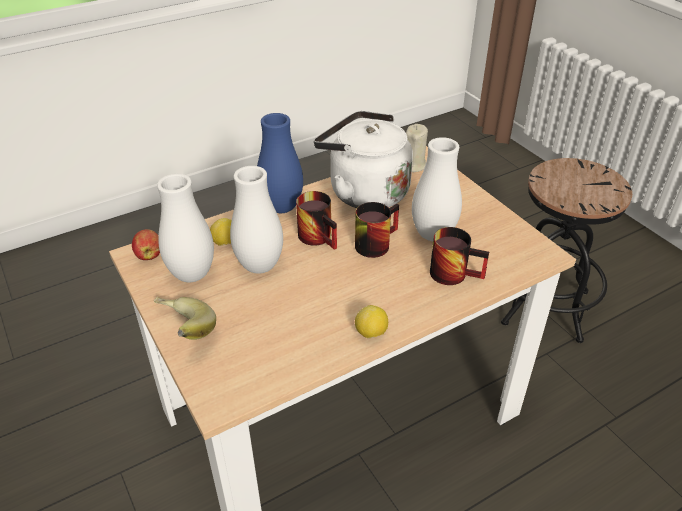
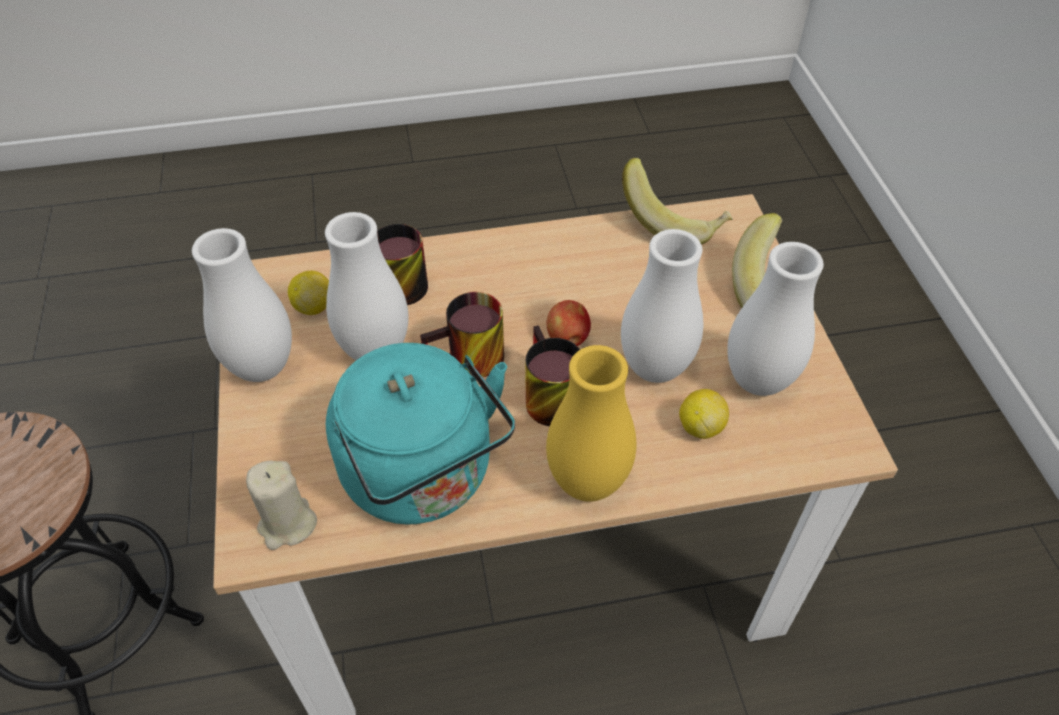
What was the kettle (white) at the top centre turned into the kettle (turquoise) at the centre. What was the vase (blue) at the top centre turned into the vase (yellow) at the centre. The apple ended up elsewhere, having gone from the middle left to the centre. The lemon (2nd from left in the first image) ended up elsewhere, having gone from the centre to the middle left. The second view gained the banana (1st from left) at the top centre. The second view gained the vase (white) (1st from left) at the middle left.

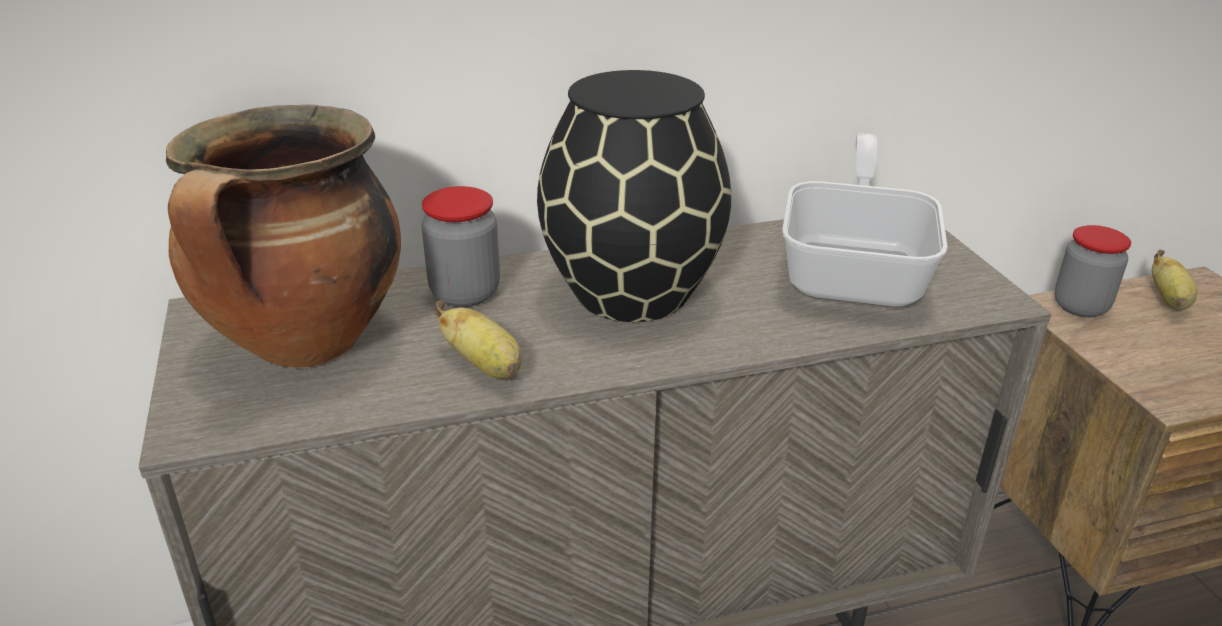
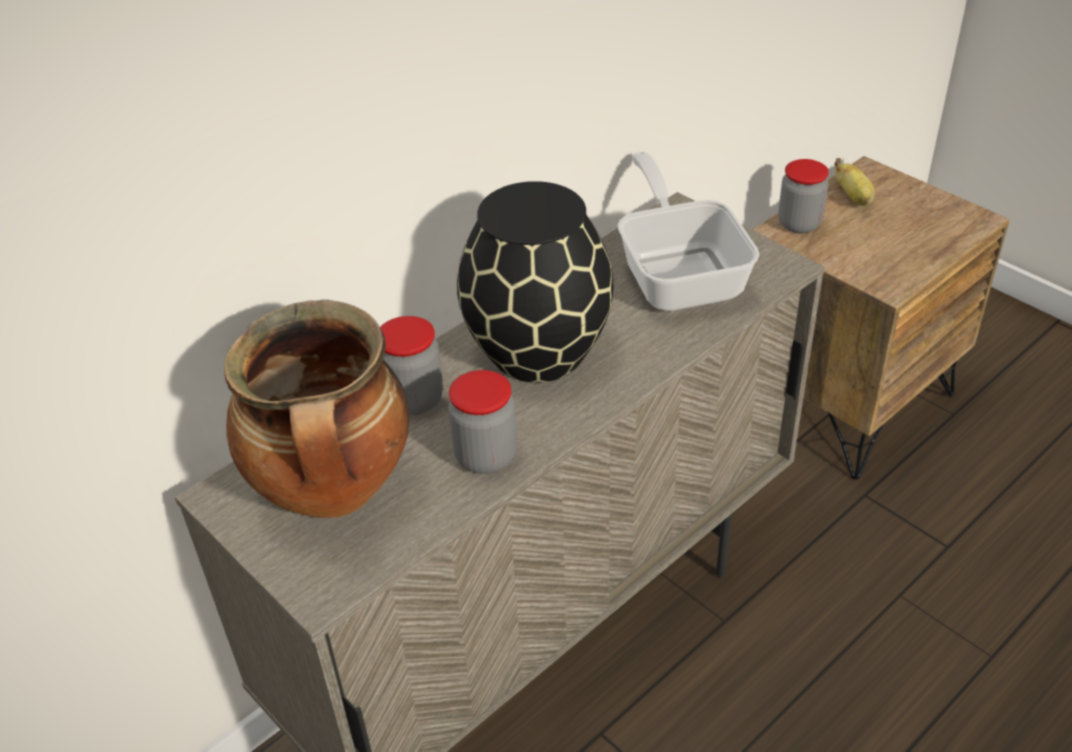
Where the banana (1st from left) stood at the centre, the jar (2nd from left) came to stand at the centre.

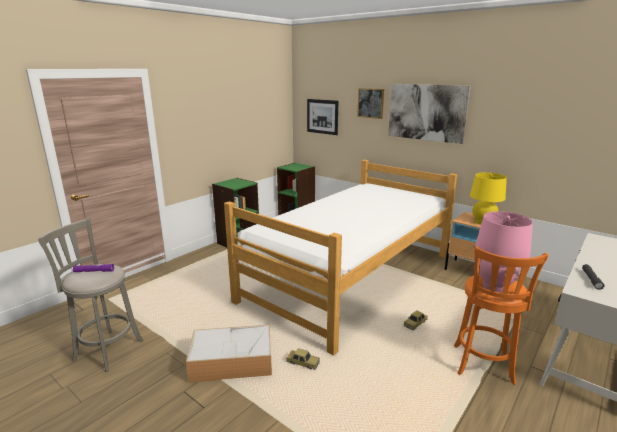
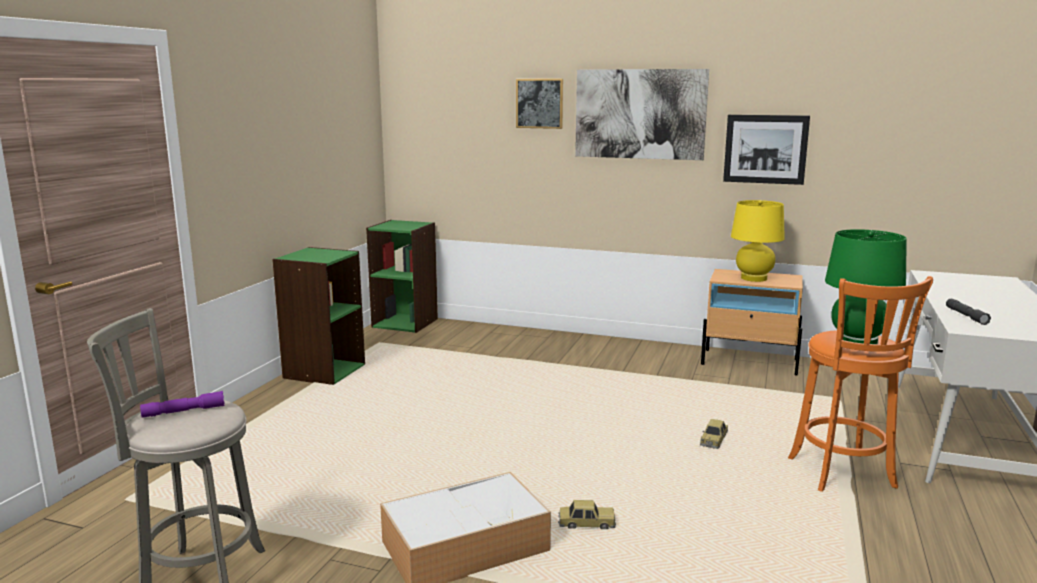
The picture (1st from left in the first image) ended up elsewhere, having gone from the top centre to the top right. The second view lost the bed at the centre. What was the table lamp (pink) at the middle right turned into the table lamp (green) at the middle right.

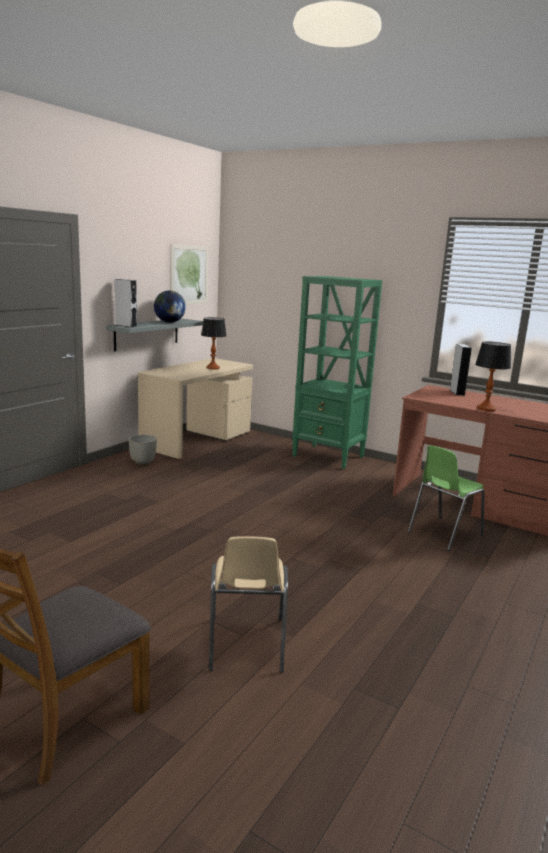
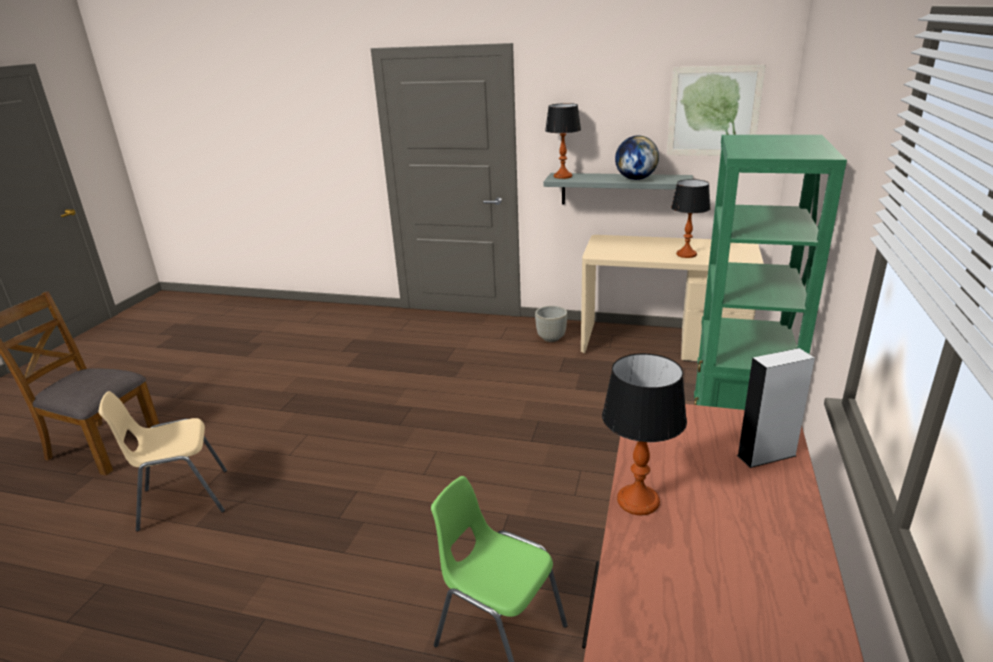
Where the speaker (grey) (1st from left) stood at the middle left, the table lamp (1st from left) came to stand at the top centre.

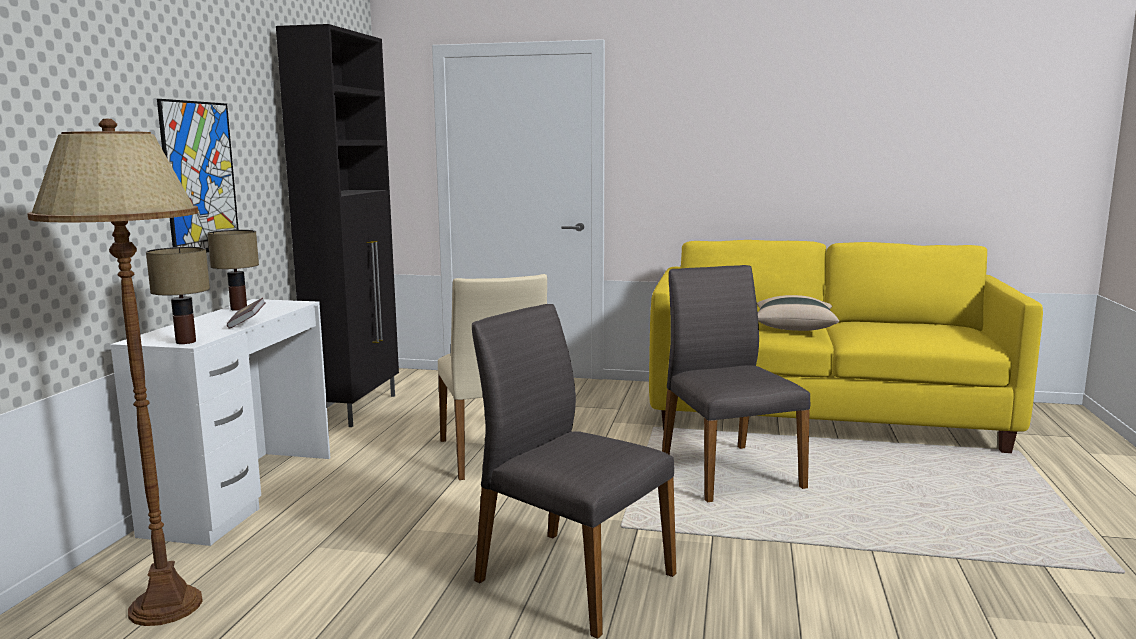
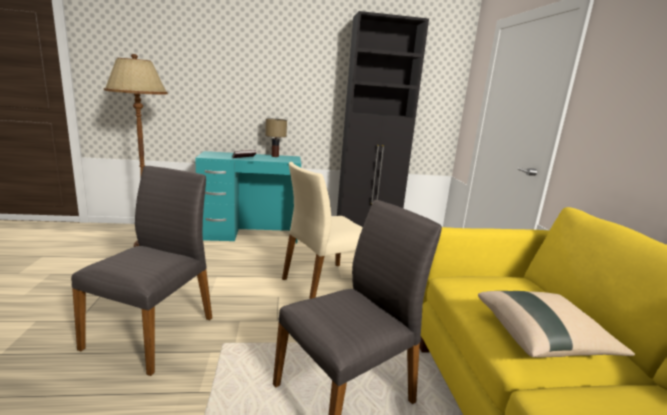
The second view lost the picture at the top left. The second view lost the table lamp (1st from left) at the middle left. What was the desk (white) at the middle left turned into the desk (turquoise) at the centre.

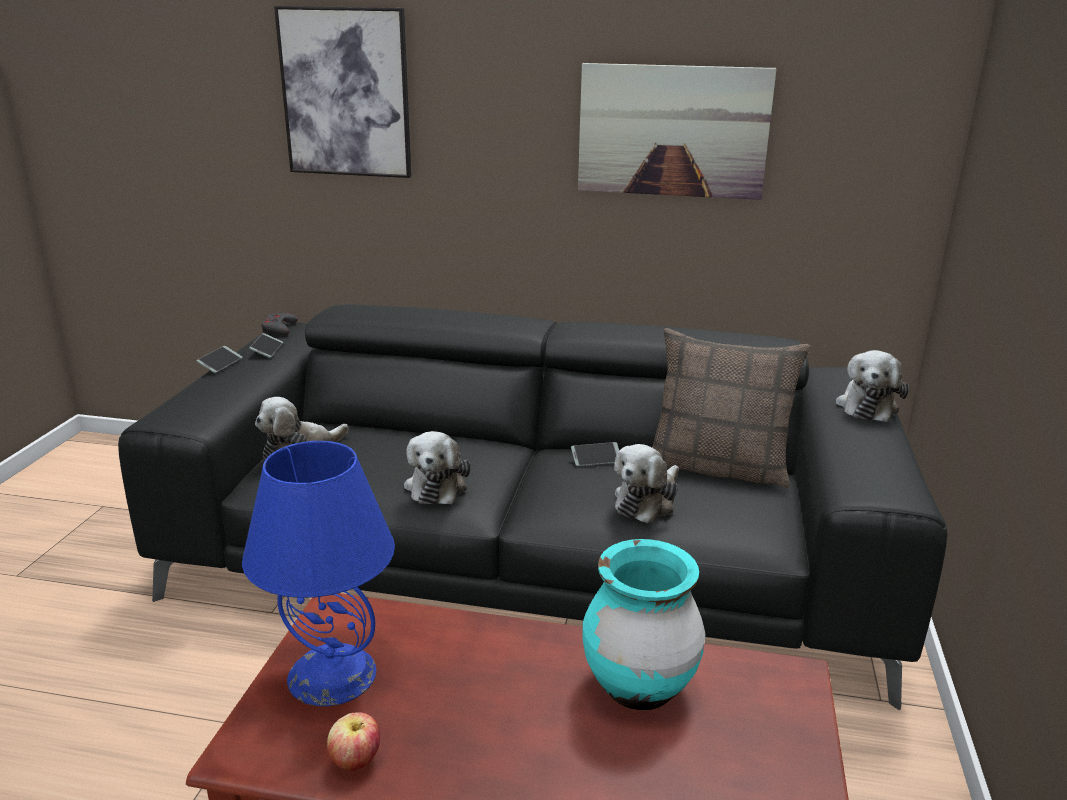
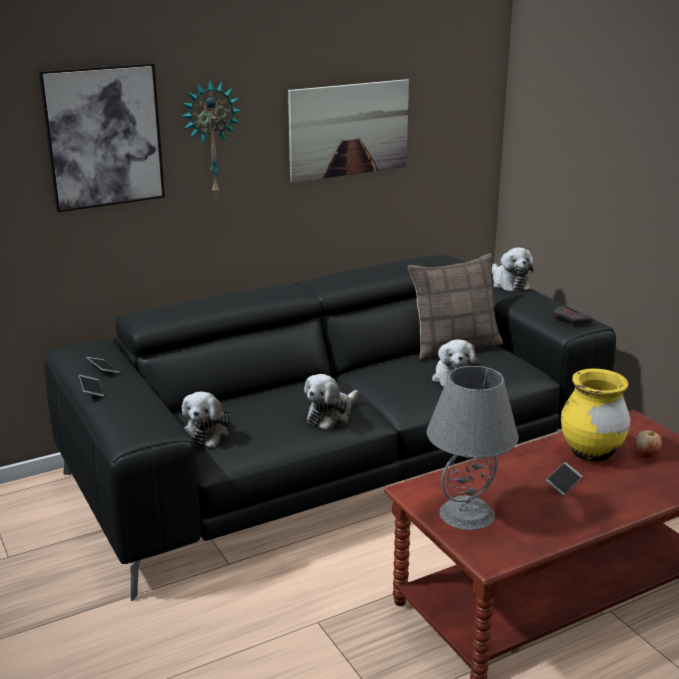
The game controller (grey) ended up elsewhere, having gone from the middle left to the middle right. The plush toy (2nd from left) at the centre ended up facing another way, 75 degrees clockwise from before. What was the table lamp (blue) at the bottom left turned into the table lamp (grey) at the middle right. The phone (3rd from left) ended up elsewhere, having gone from the centre to the bottom right. What was the vase (turquoise) at the bottom centre turned into the vase (yellow) at the middle right. The apple ended up elsewhere, having gone from the bottom left to the middle right. The second view gained the wall clock at the top left.

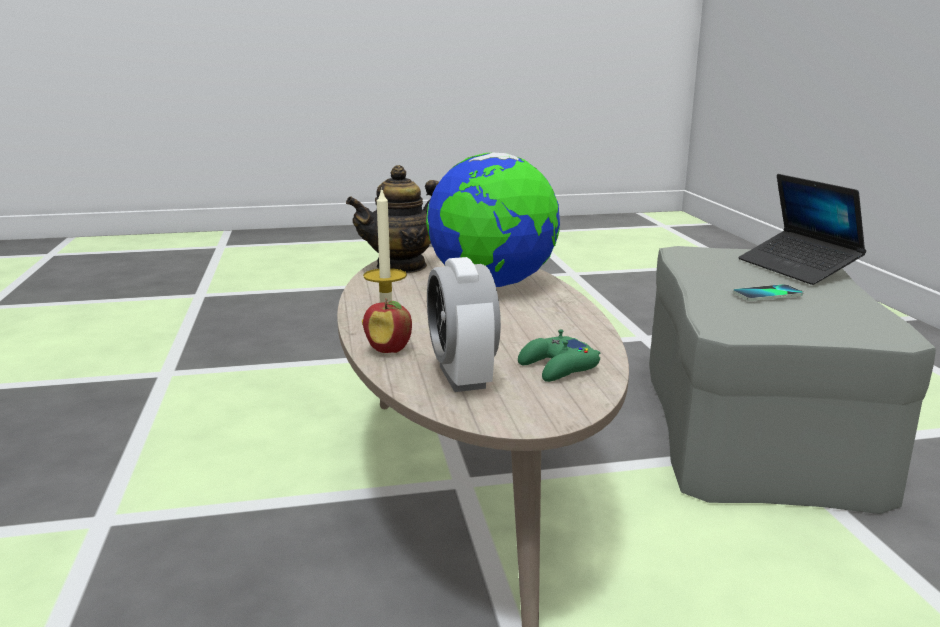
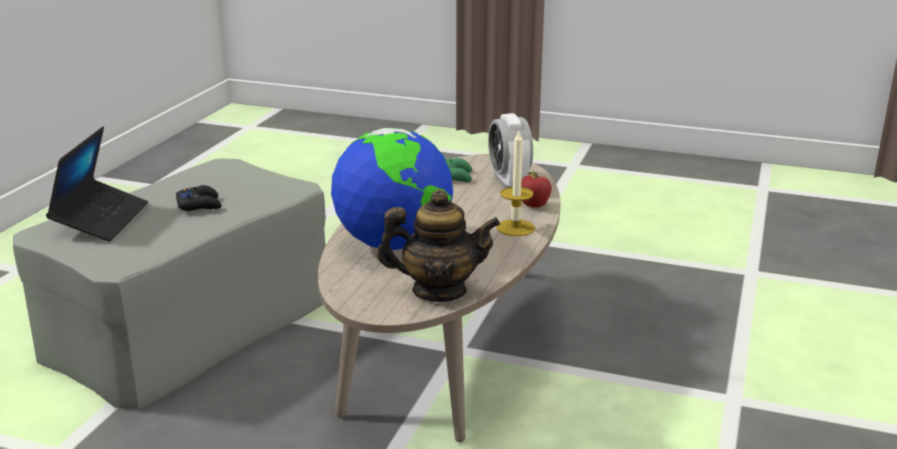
The alarm clock at the centre ended up facing another way, 150 degrees clockwise from before. Where the phone stood at the middle right, the game controller (black) came to stand at the middle left.

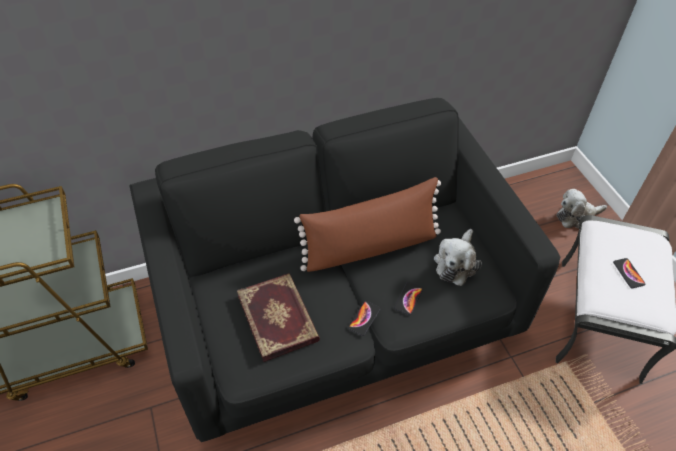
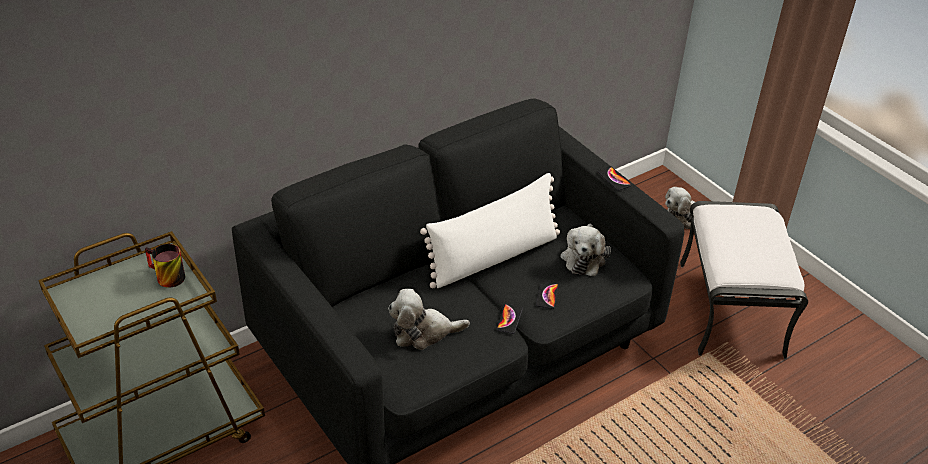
What was the pillow (brown) at the centre turned into the pillow (white) at the centre. The phone (3rd from left) ended up elsewhere, having gone from the middle right to the centre. Where the book stood at the bottom centre, the plush toy (1st from left) came to stand at the bottom centre. The second view gained the mug at the middle left.

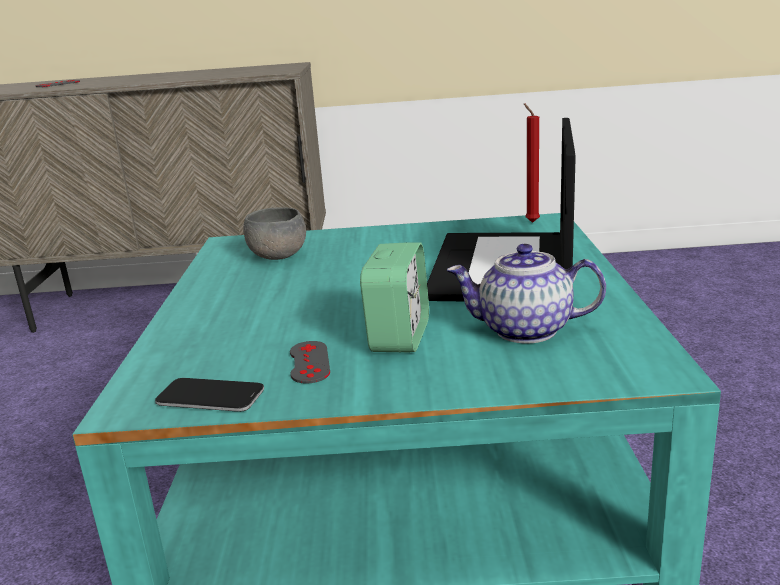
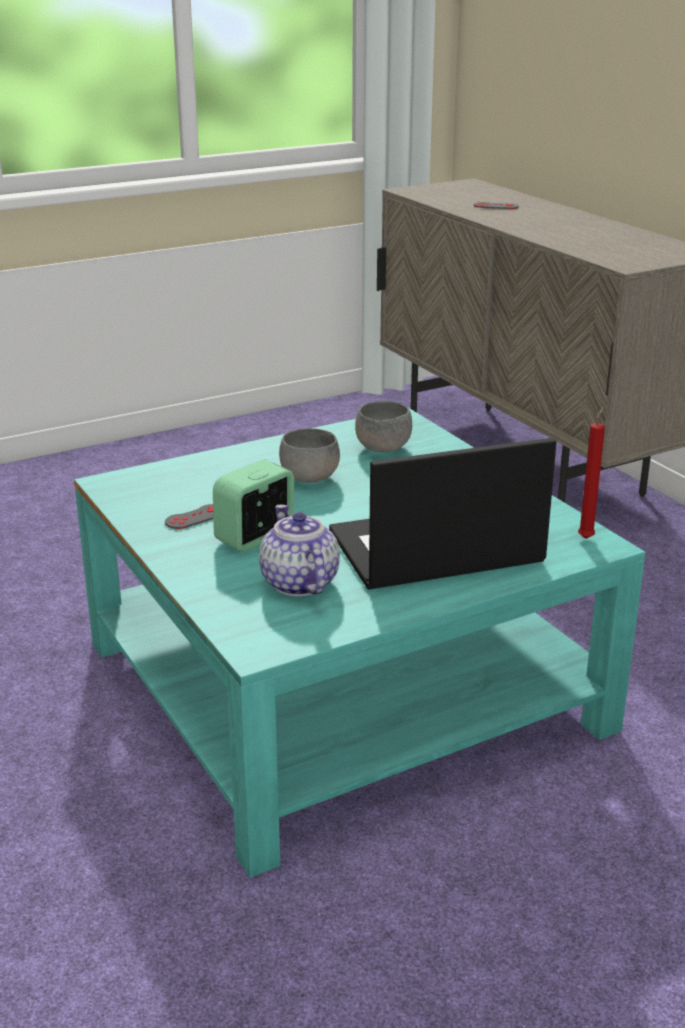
The alarm clock at the centre ended up facing another way, 150 degrees clockwise from before. The second view lost the phone at the bottom left. The second view gained the bowl (grey) (1st from left) at the centre.

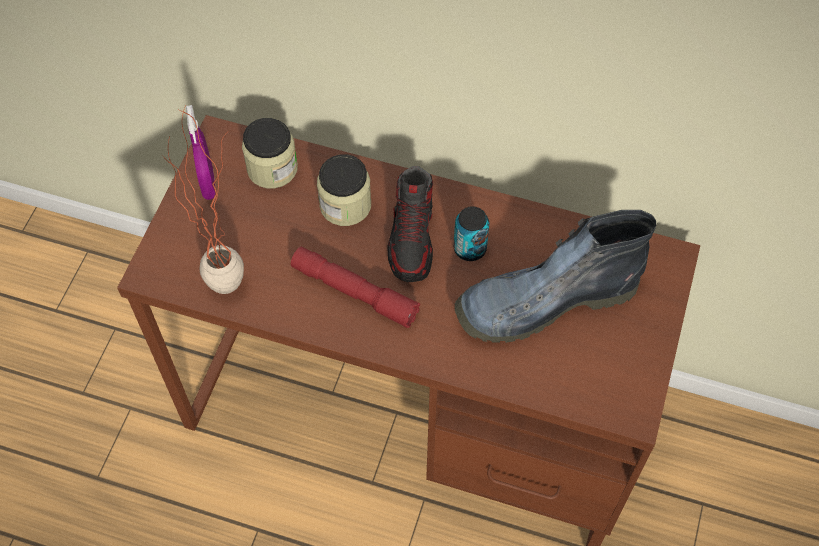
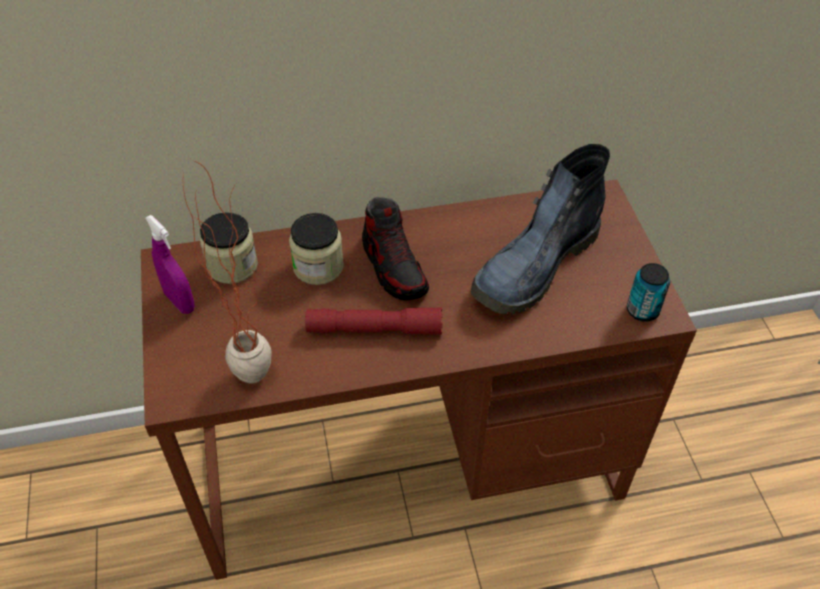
The can ended up elsewhere, having gone from the centre to the middle right.

